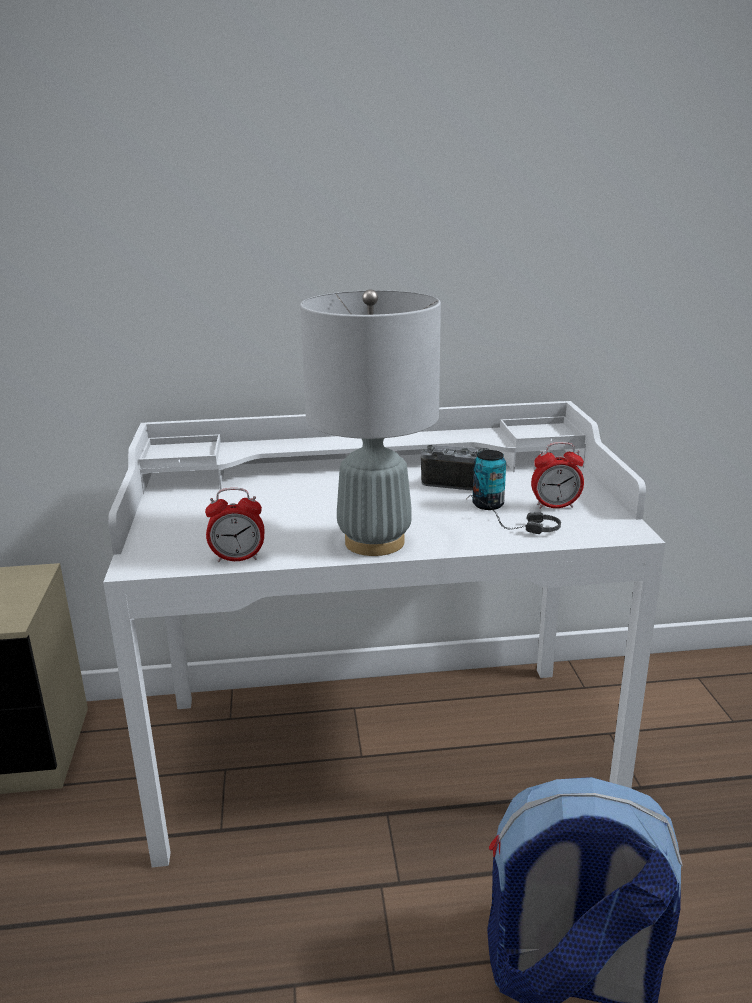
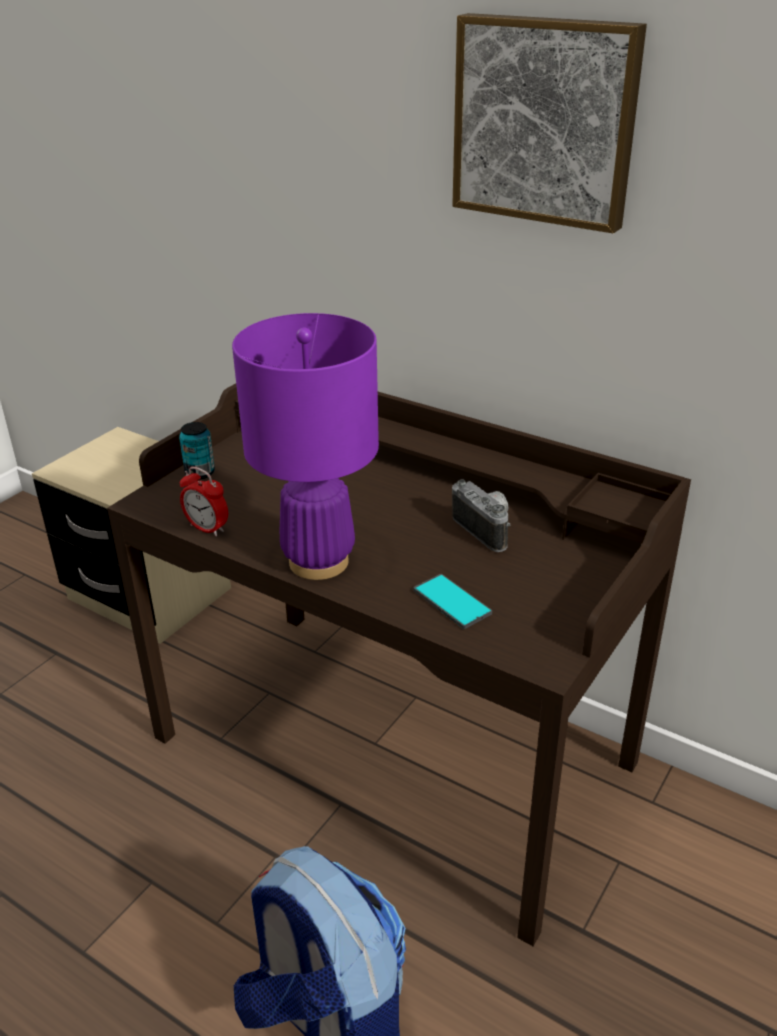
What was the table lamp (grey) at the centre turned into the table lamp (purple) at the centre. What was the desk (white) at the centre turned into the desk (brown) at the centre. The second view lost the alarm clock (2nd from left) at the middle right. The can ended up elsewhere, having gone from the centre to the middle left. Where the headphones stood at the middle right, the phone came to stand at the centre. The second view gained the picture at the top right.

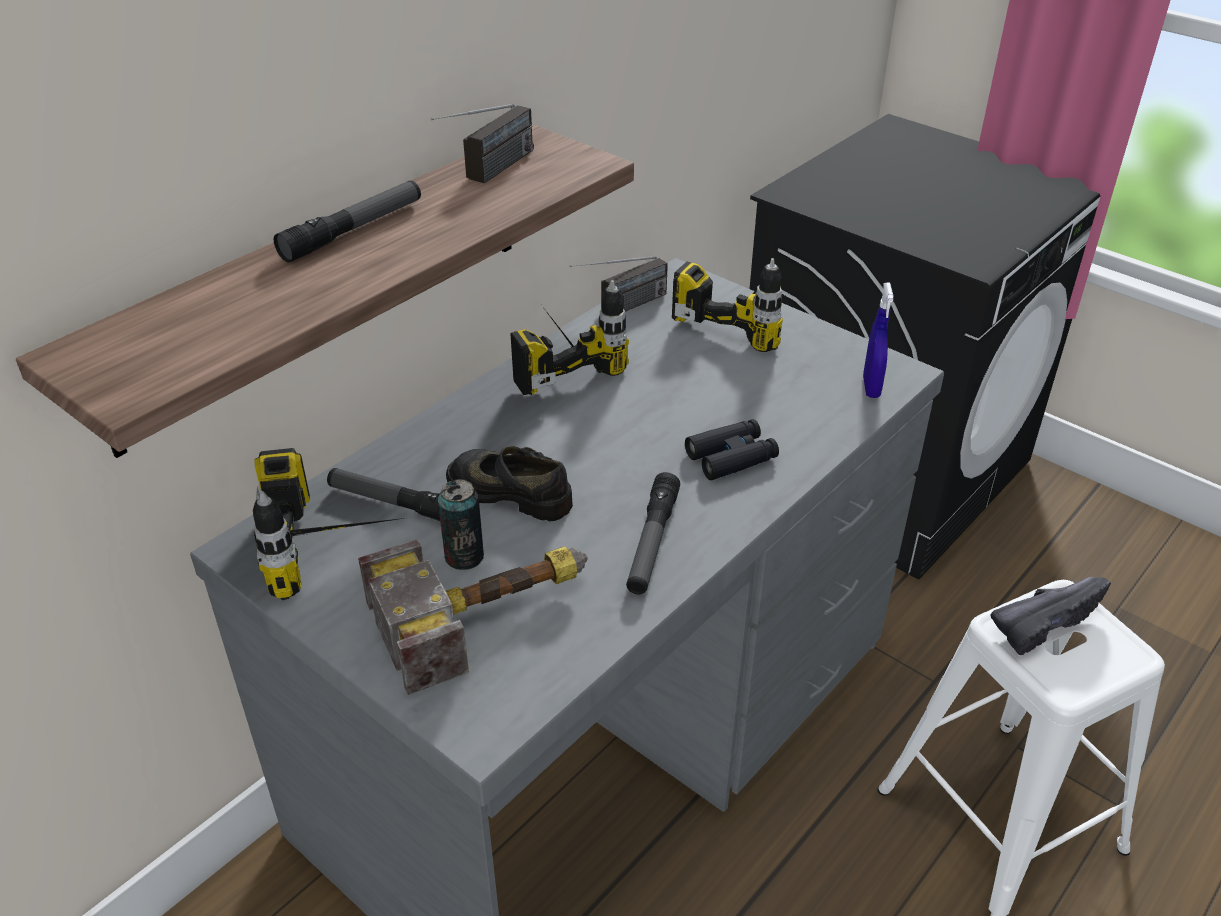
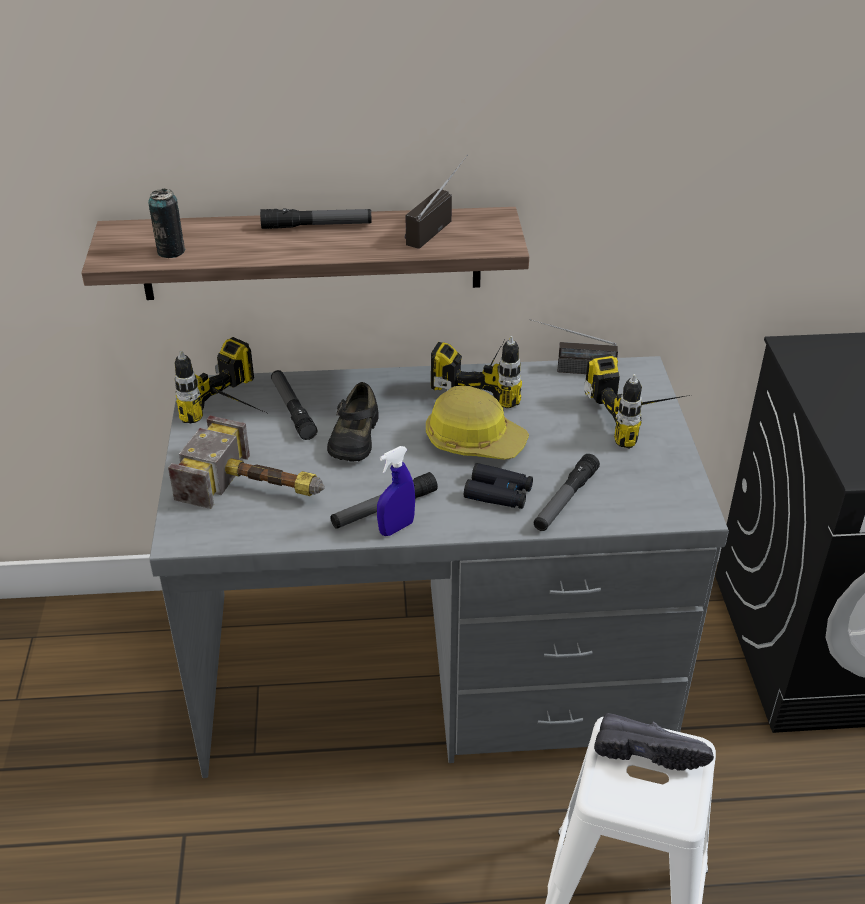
The radio (1st from left) at the top centre ended up facing another way, 135 degrees clockwise from before. The spray bottle (blue) ended up elsewhere, having gone from the middle right to the centre. The shoe (black) (1st from left) at the centre ended up facing another way, 150 degrees counterclockwise from before. The can ended up elsewhere, having gone from the centre to the top left. The second view gained the hard hat at the centre. The second view gained the flashlight (4th from left) at the centre.

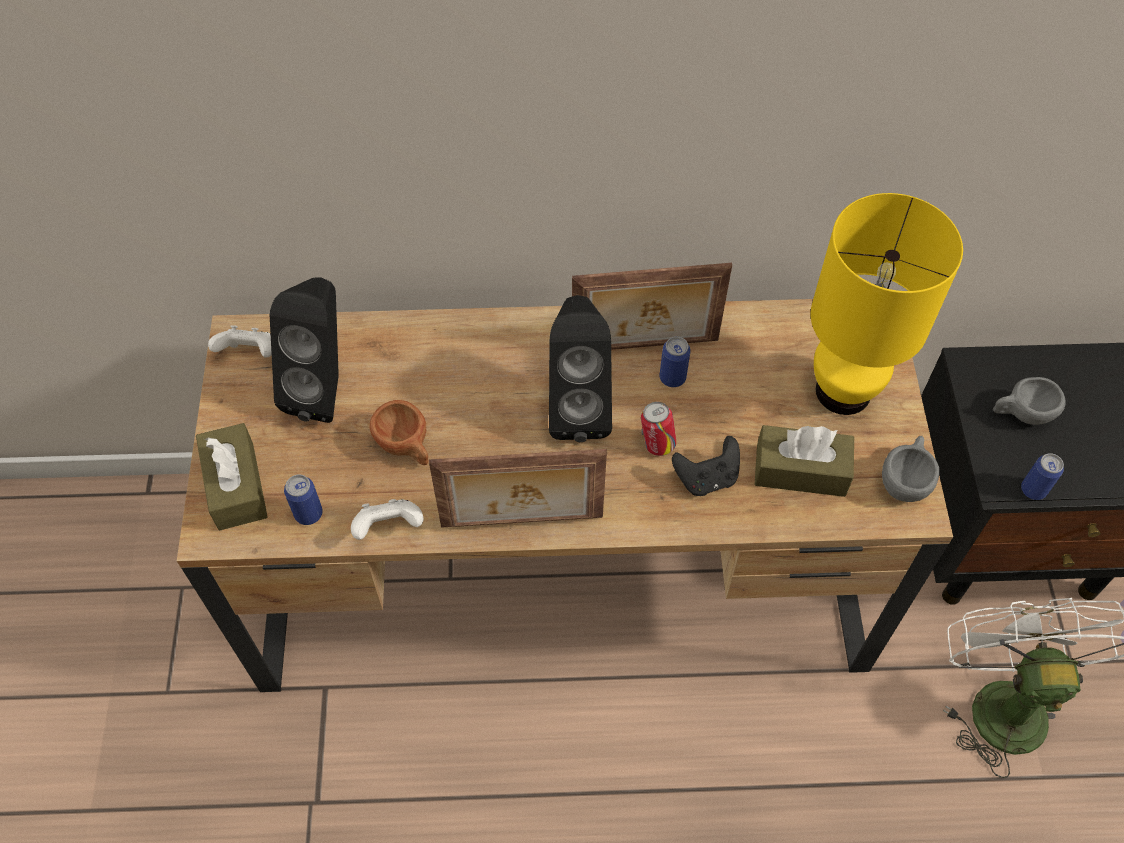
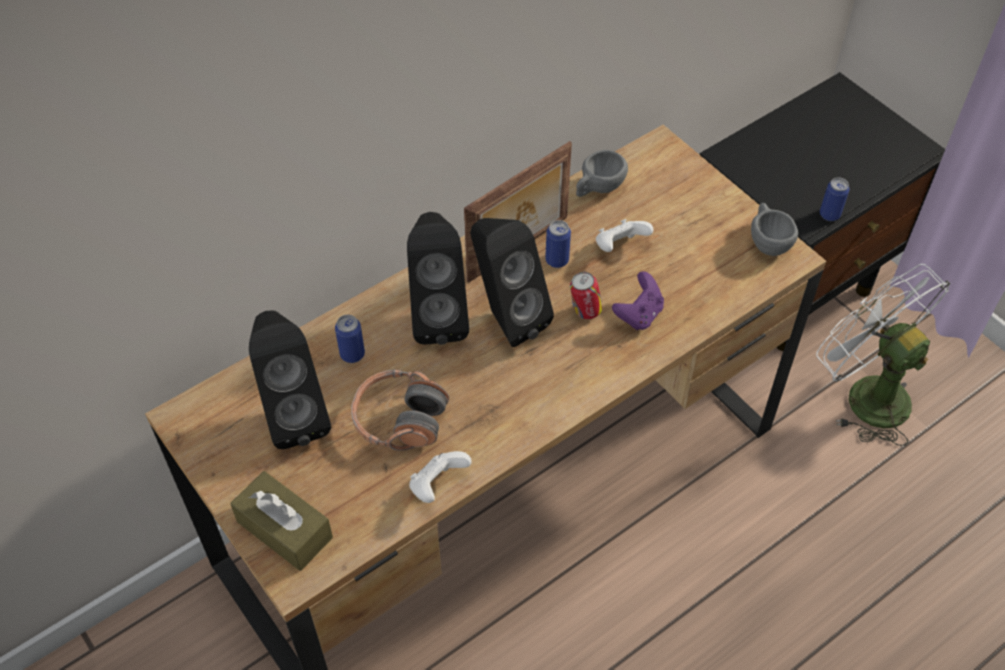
The second view lost the table lamp (yellow) at the middle right. The game controller (white) (1st from left in the first image) ended up elsewhere, having gone from the middle left to the centre. The cup (grey) (2nd from left in the first image) ended up elsewhere, having gone from the middle right to the top centre. Where the cup (brown) stood at the centre, the headphones came to stand at the centre. The second view lost the tissue box (brown) (2nd from left) at the middle right. What was the game controller (black) at the centre turned into the game controller (purple) at the centre. The second view lost the picture frame (1st from left) at the centre. The can (1st from left) ended up elsewhere, having gone from the middle left to the centre. The second view gained the speaker (black) (2nd from left) at the centre.

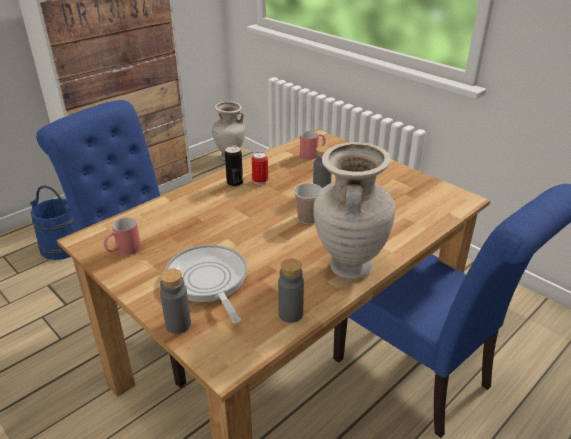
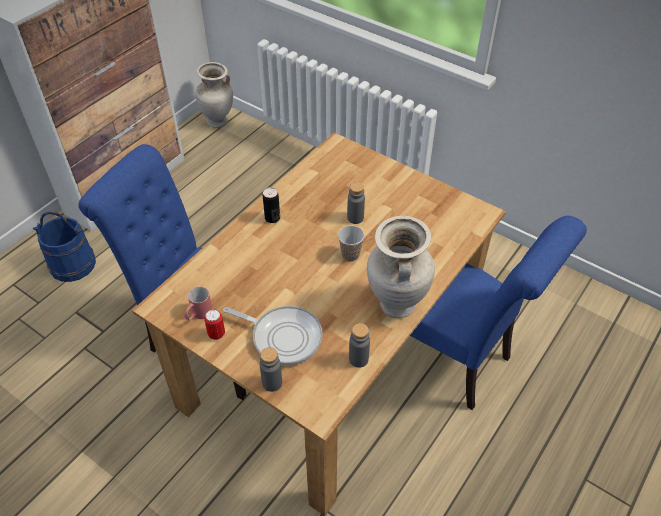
The second view lost the mug (red) (2nd from left) at the top centre. The can (2nd from left in the first image) ended up elsewhere, having gone from the centre to the middle left. The frying pan at the centre ended up facing another way, 150 degrees clockwise from before.

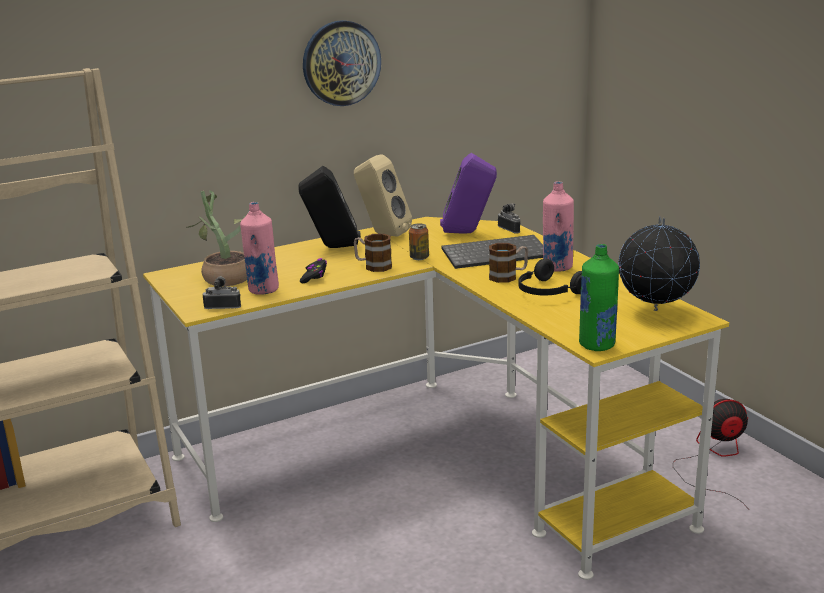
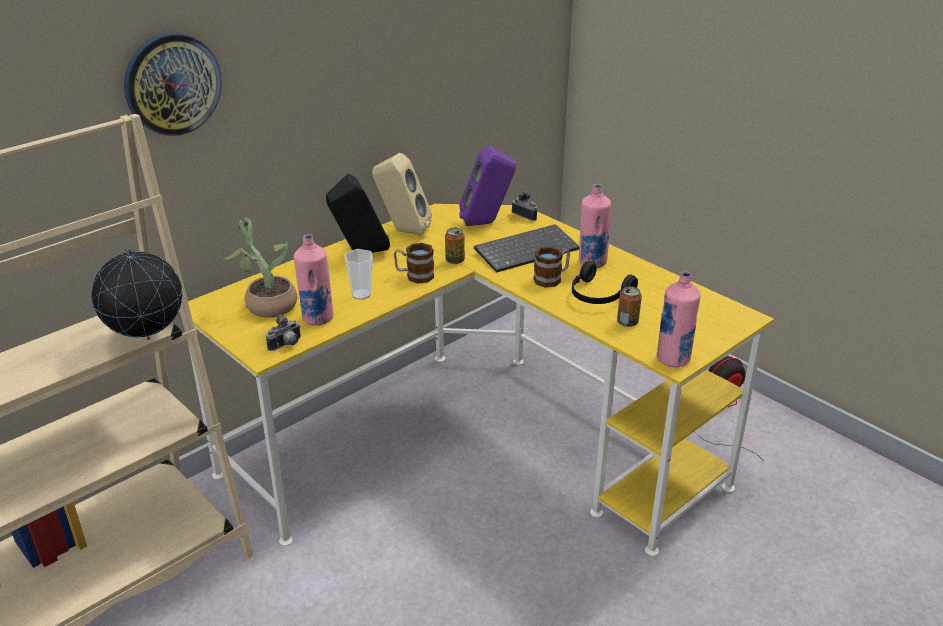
The wall clock ended up elsewhere, having gone from the top centre to the top left. The globe ended up elsewhere, having gone from the middle right to the middle left. What was the bottle (green) at the middle right turned into the bottle (pink) (3rd from left) at the middle right. Where the game controller (black) stood at the centre, the cup came to stand at the centre. The photo camera (1st from left) at the middle left ended up facing another way, 150 degrees clockwise from before. The second view gained the can (2nd from left) at the middle right.

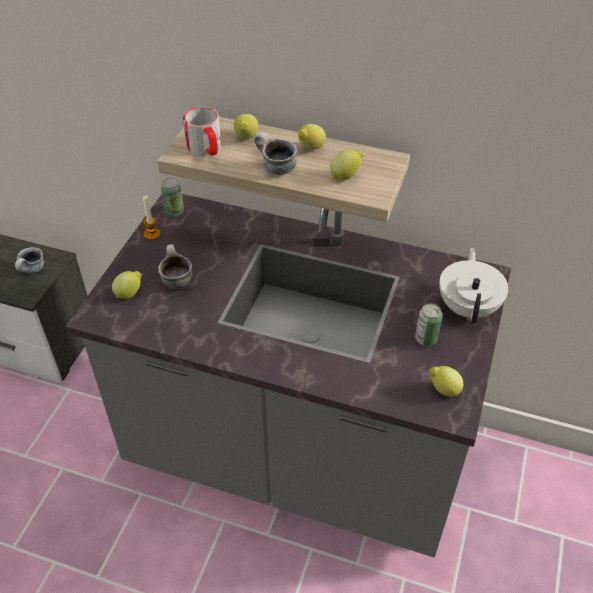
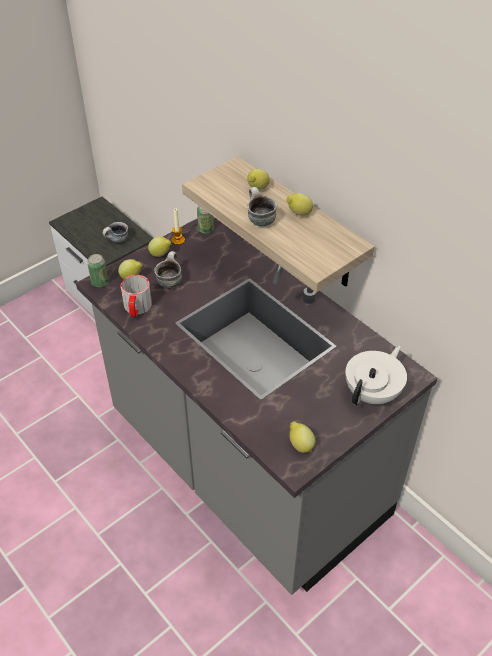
The mug (3rd from left in the first image) ended up elsewhere, having gone from the top centre to the middle left. The lemon (4th from left in the first image) ended up elsewhere, having gone from the top centre to the middle left. The can (2nd from left in the first image) ended up elsewhere, having gone from the middle right to the middle left.

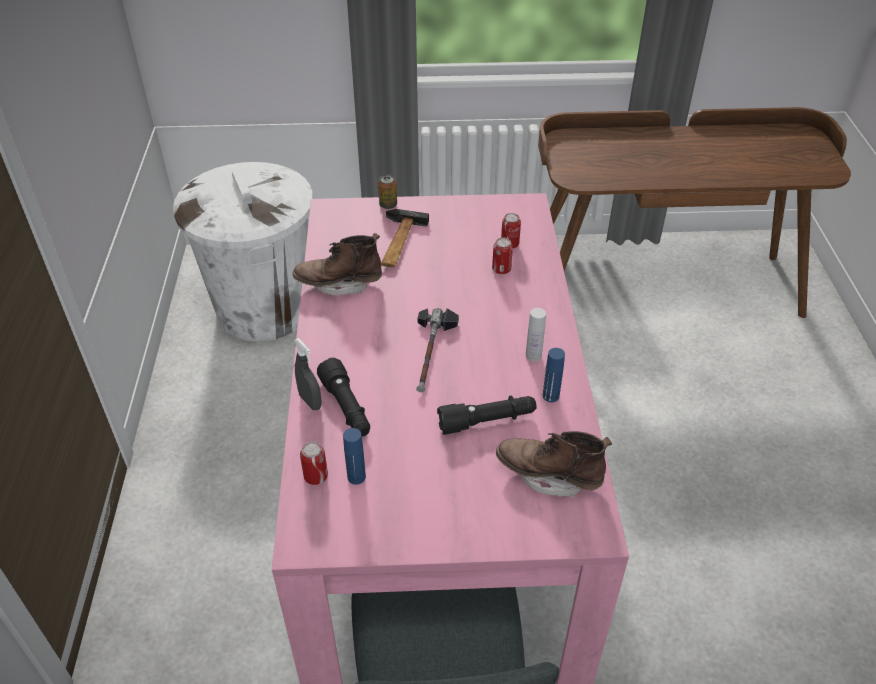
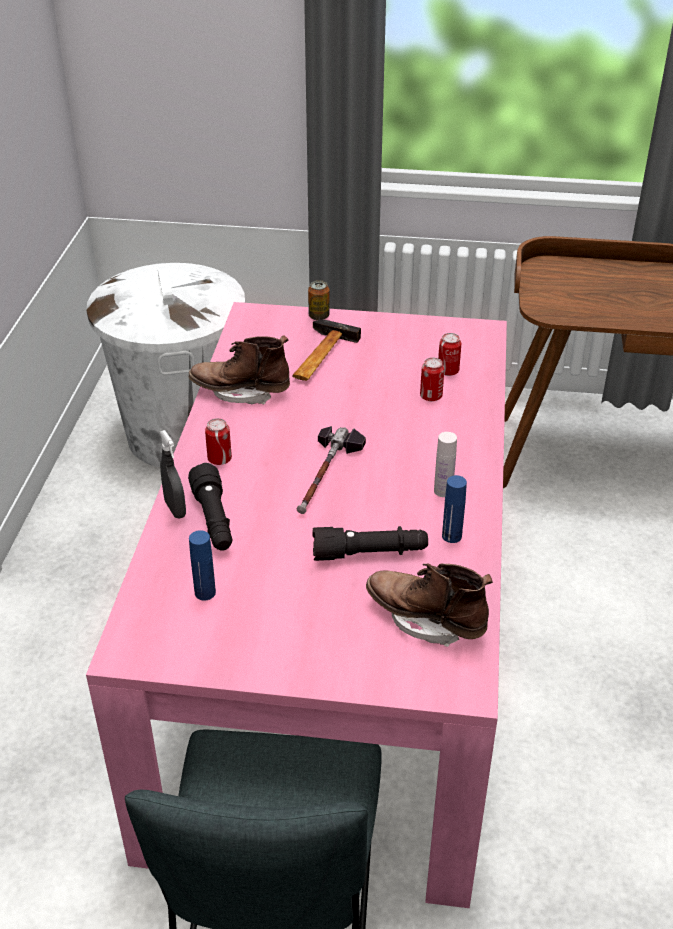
The can (1st from left) ended up elsewhere, having gone from the bottom centre to the middle left.

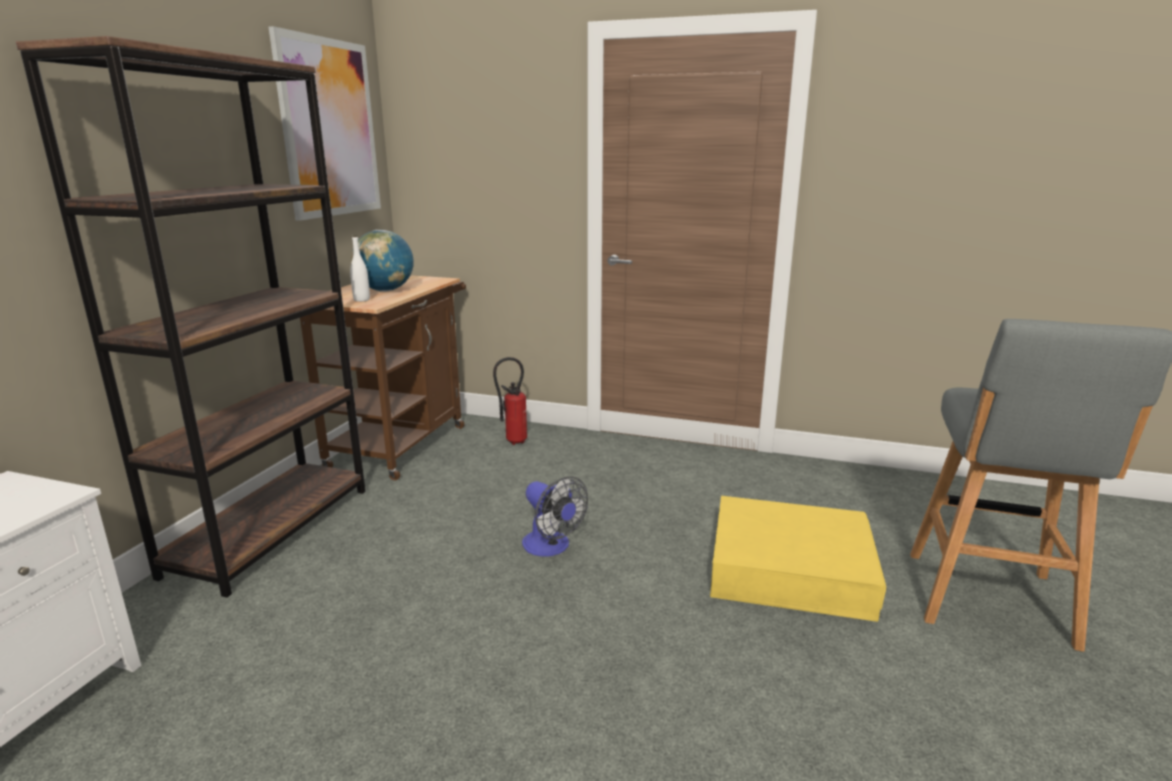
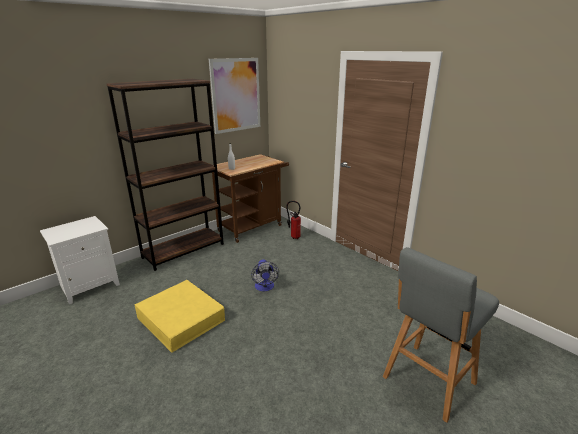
The second view lost the globe at the middle left. The storage box (yellow) ended up elsewhere, having gone from the bottom right to the bottom left.

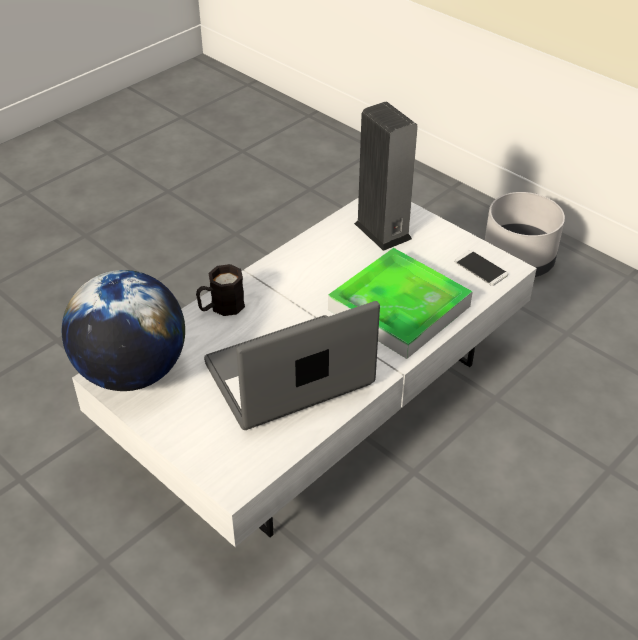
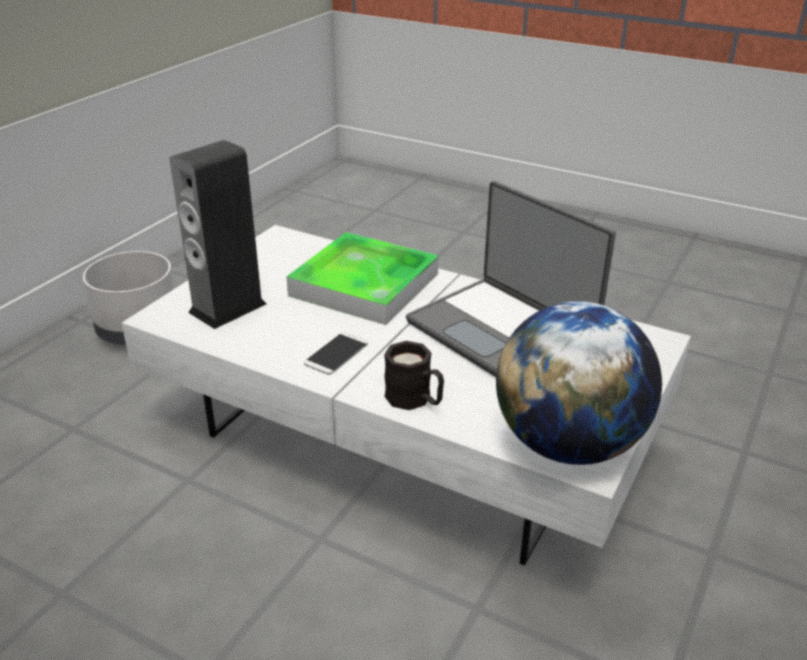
The phone ended up elsewhere, having gone from the middle right to the centre.

